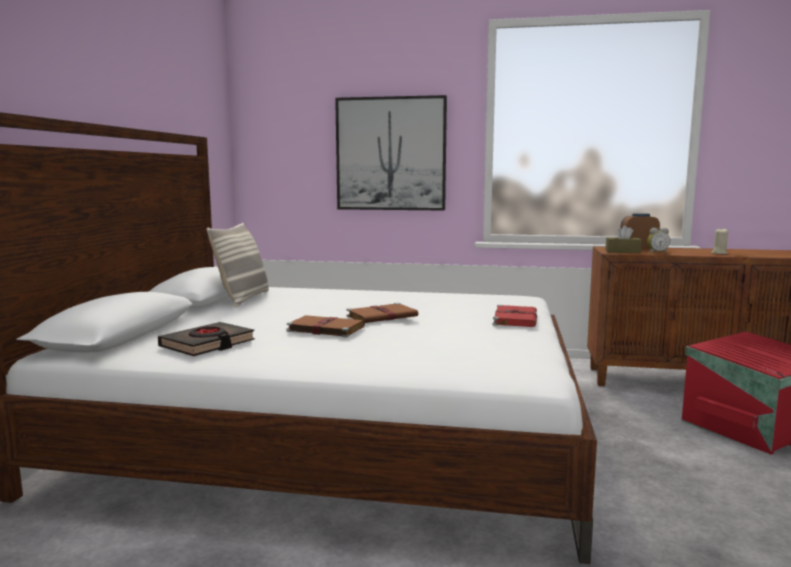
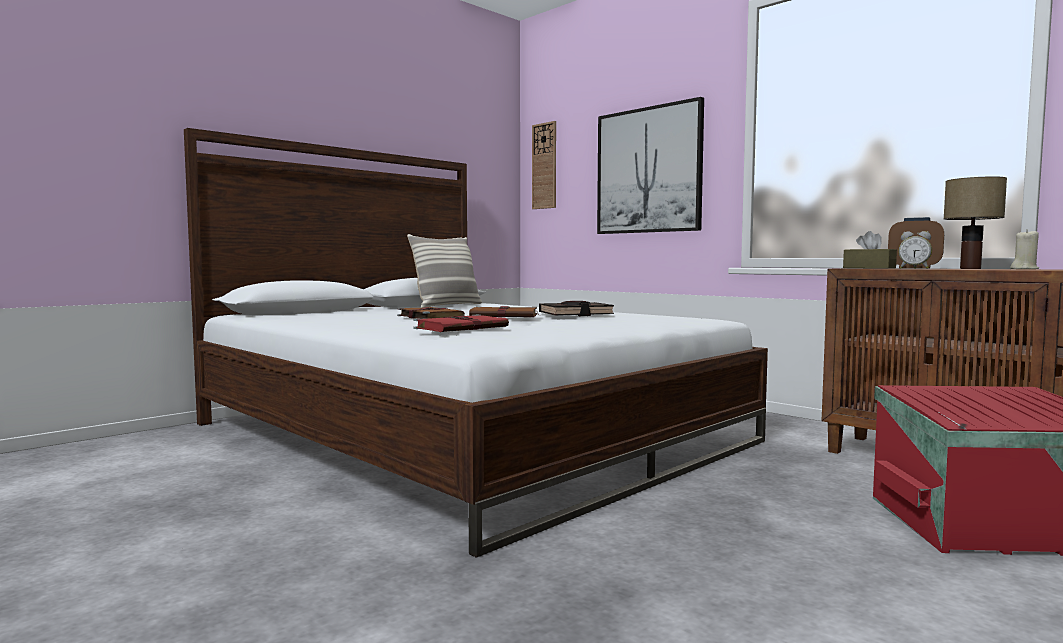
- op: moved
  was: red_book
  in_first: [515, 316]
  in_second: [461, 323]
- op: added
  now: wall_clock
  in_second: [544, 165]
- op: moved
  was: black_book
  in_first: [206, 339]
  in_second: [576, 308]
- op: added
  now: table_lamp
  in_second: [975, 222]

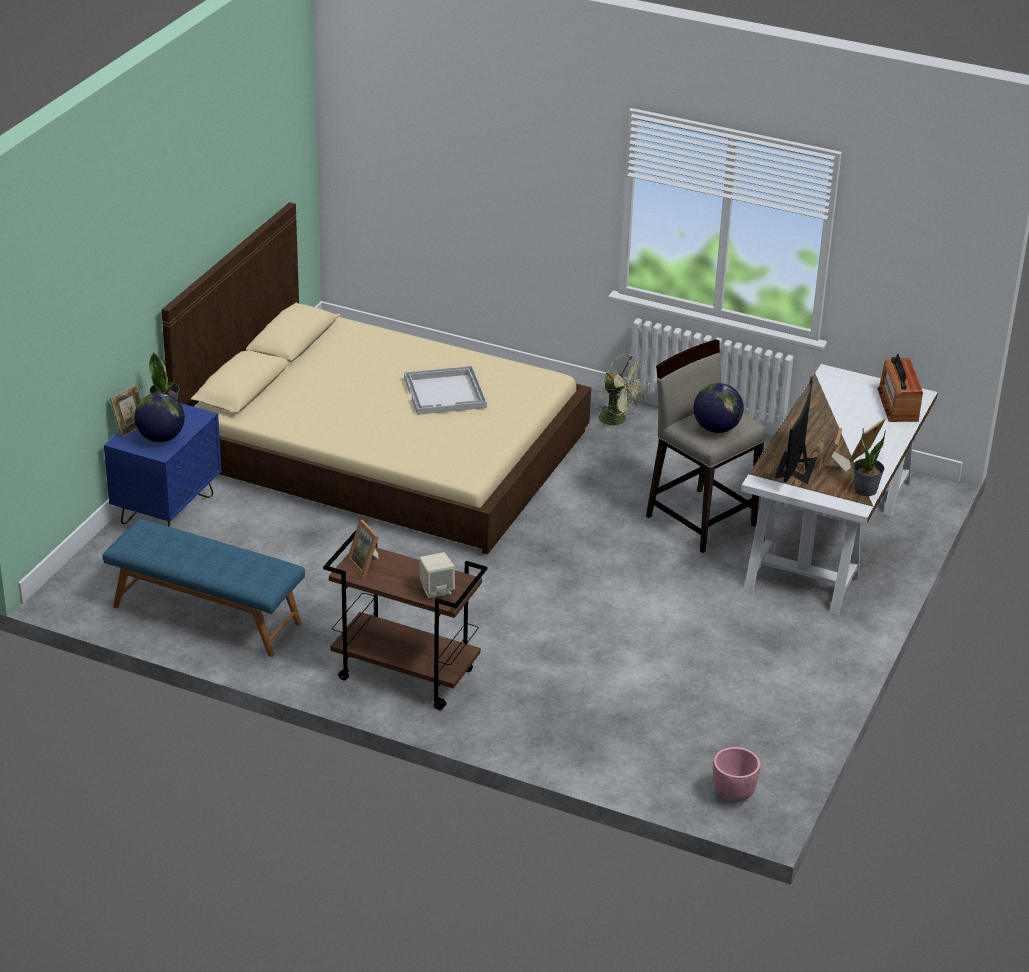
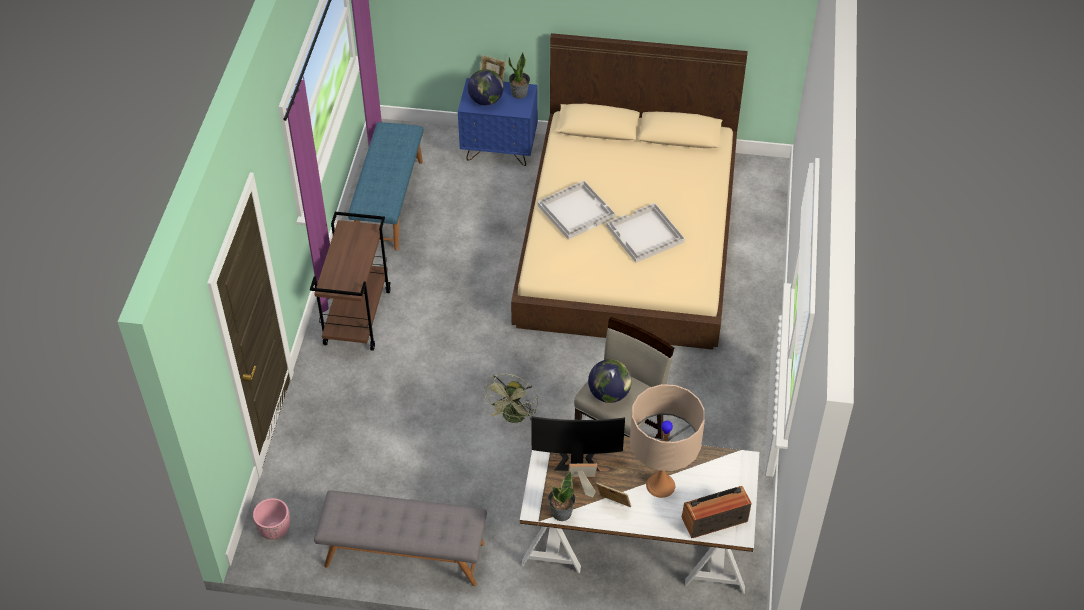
- op: added
  now: grey_bench
  in_second: [400, 538]
- op: moved
  was: green_fan
  in_first: [622, 393]
  in_second: [510, 398]
- op: added
  now: white_tray
  in_second: [576, 210]
- op: added
  now: beige_table_lamp
  in_second: [667, 441]
- op: removed
  was: picture_frame
  in_first: [363, 548]
- op: removed
  was: beige_speaker
  in_first: [437, 575]

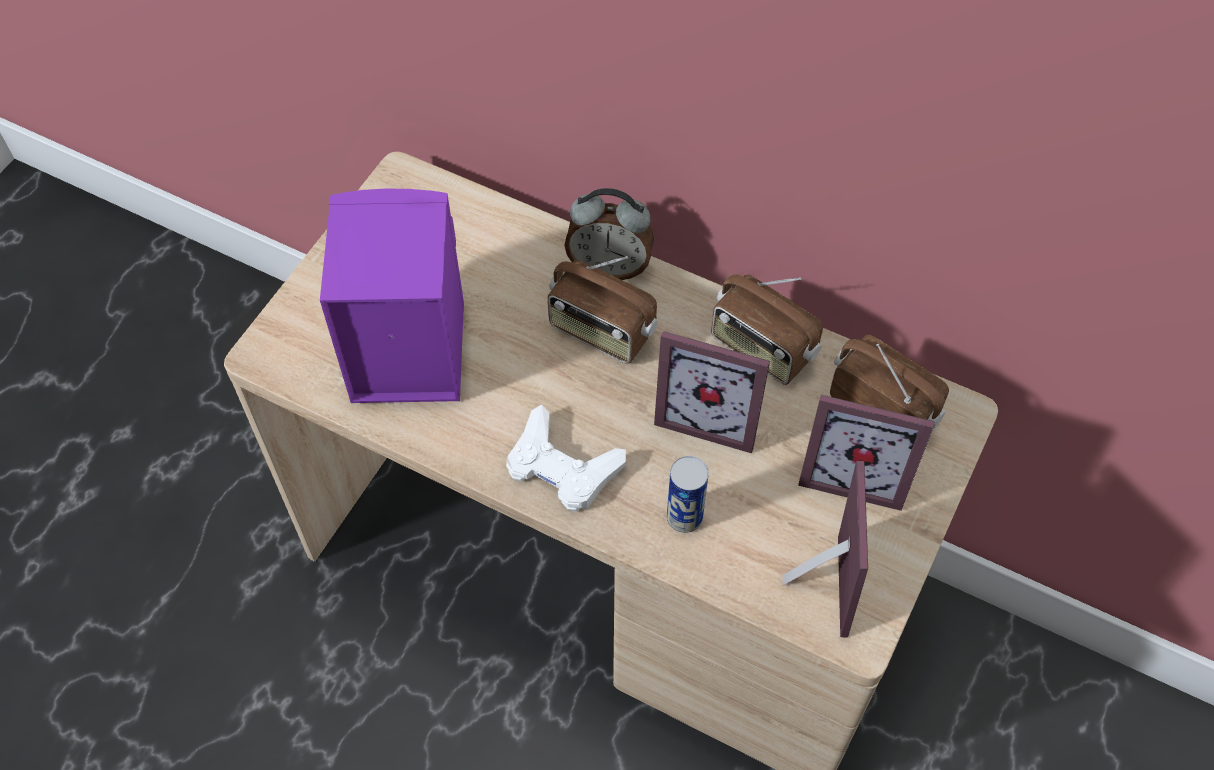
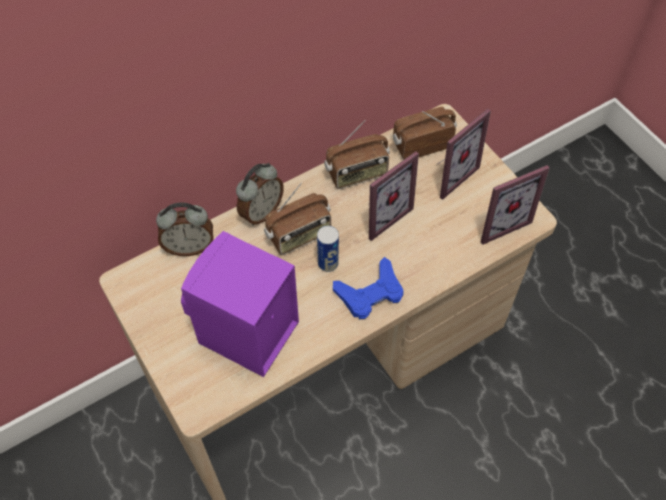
- op: added
  now: alarm_clock
  in_second: [184, 229]
- op: moved
  was: can
  in_first: [688, 494]
  in_second: [328, 249]
- op: recoloured
  was: white_game_controller
  now: blue_game_controller
  in_first: [566, 458]
  in_second: [368, 288]
- op: turned
  was: picture_frame
  in_first: [825, 549]
  in_second: [515, 205]
  clockwise: 120

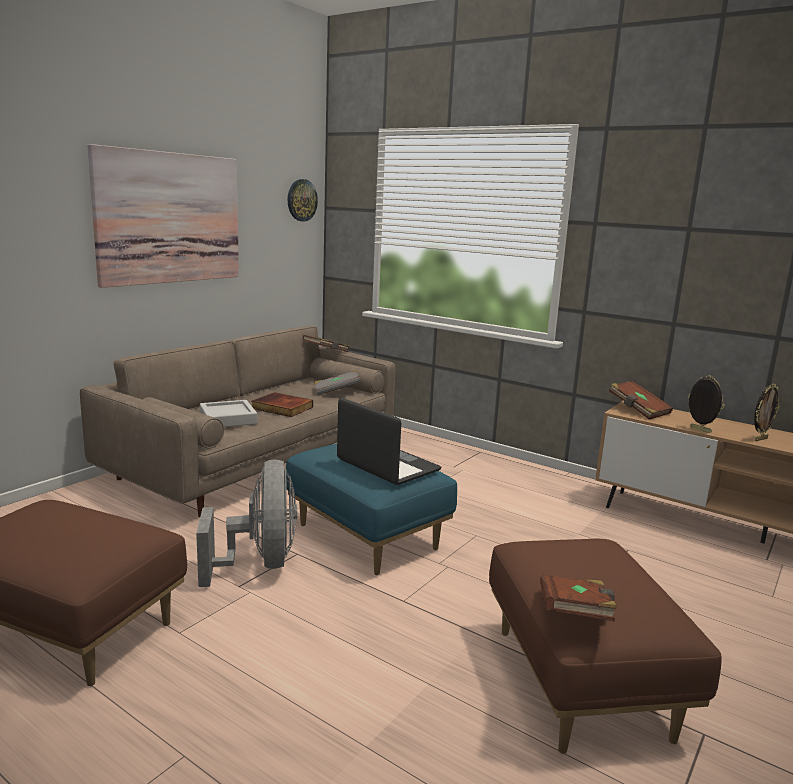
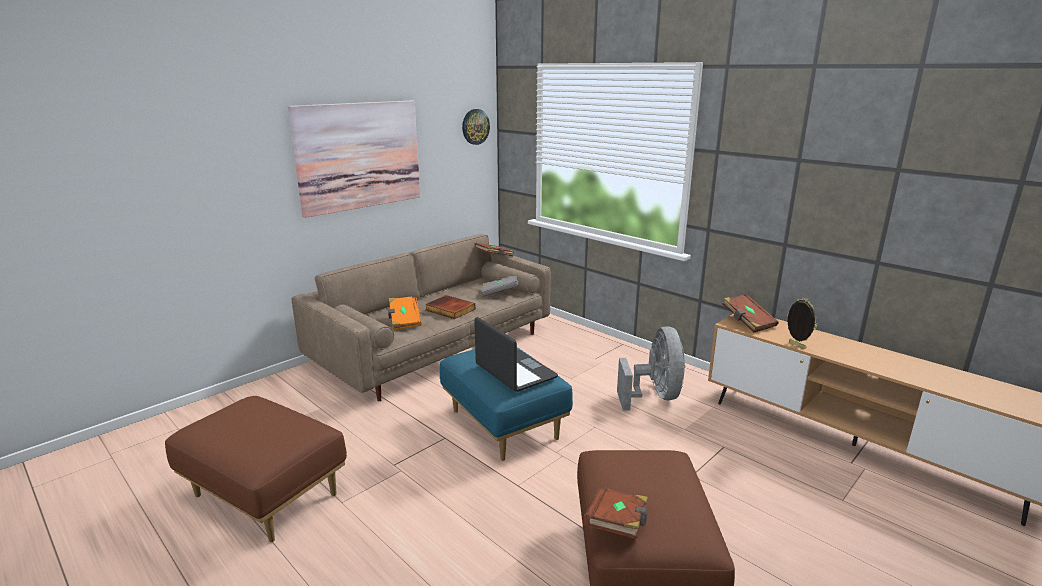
- op: replaced
  was: grey_tray
  now: orange_book
  in_first: [229, 413]
  in_second: [405, 313]
- op: moved
  was: grey_fan
  in_first: [246, 523]
  in_second: [651, 368]
- op: removed
  was: picture_frame
  in_first: [767, 412]

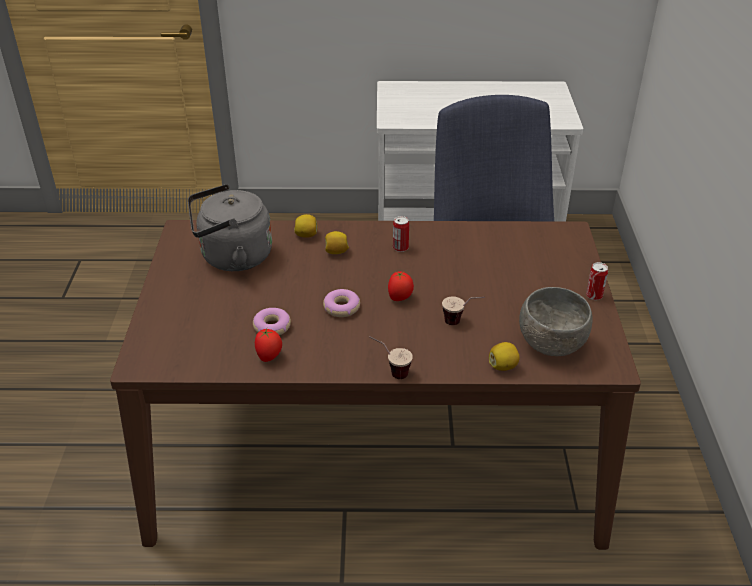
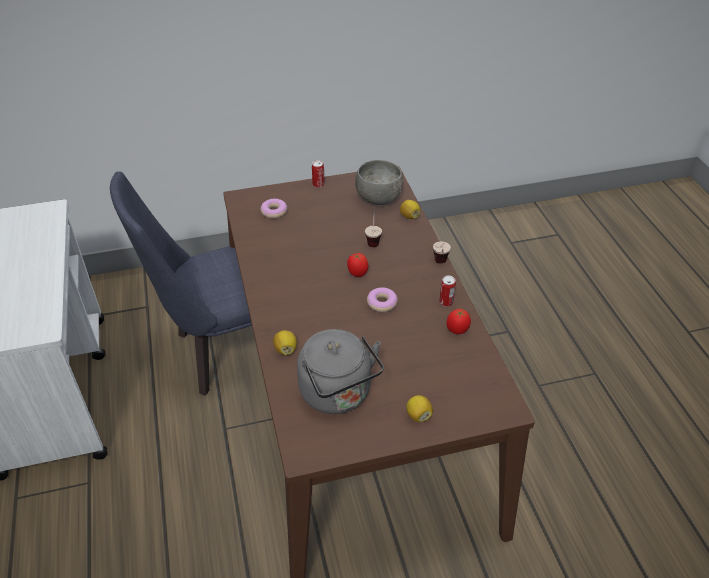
- op: moved
  was: donut
  in_first: [272, 321]
  in_second: [274, 209]
- op: moved
  was: lemon
  in_first: [337, 242]
  in_second: [419, 408]
- op: moved
  was: can
  in_first: [401, 234]
  in_second: [447, 291]

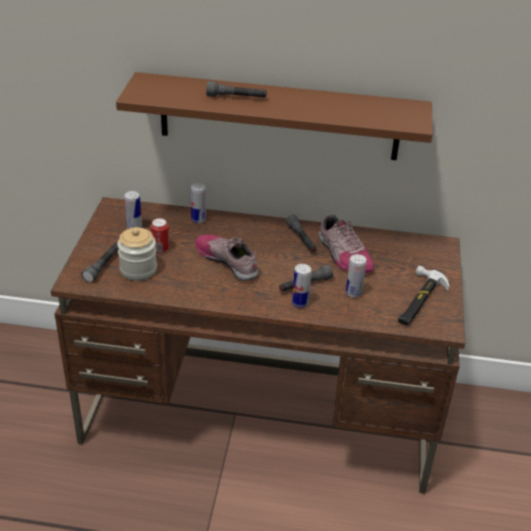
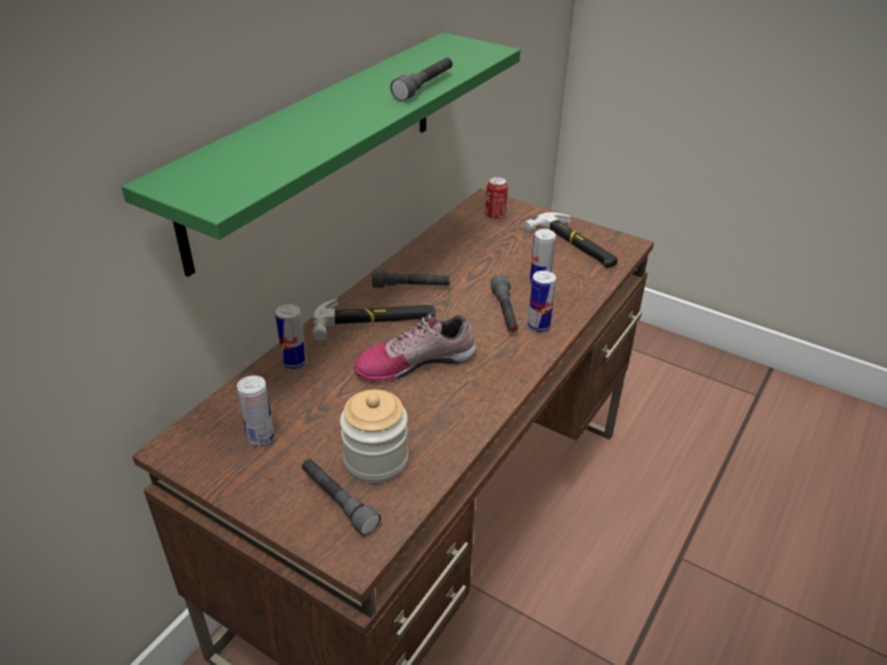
- op: recoloured
  was: brown_shelf
  now: green_shelf
  in_first: [274, 116]
  in_second: [320, 154]
- op: added
  now: hammer
  in_second: [374, 319]
- op: moved
  was: grey_flashlight
  in_first: [236, 89]
  in_second: [421, 79]
- op: moved
  was: can
  in_first: [160, 235]
  in_second: [496, 199]
- op: removed
  was: shoe
  in_first: [346, 243]

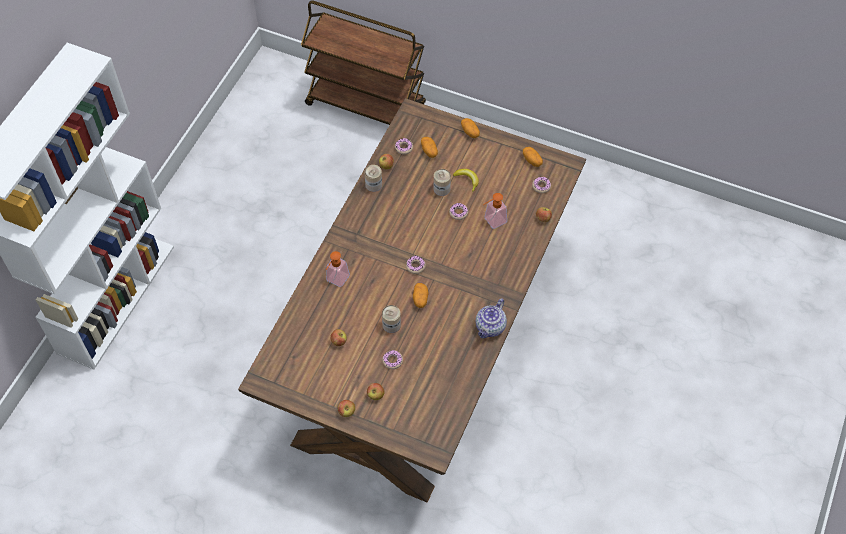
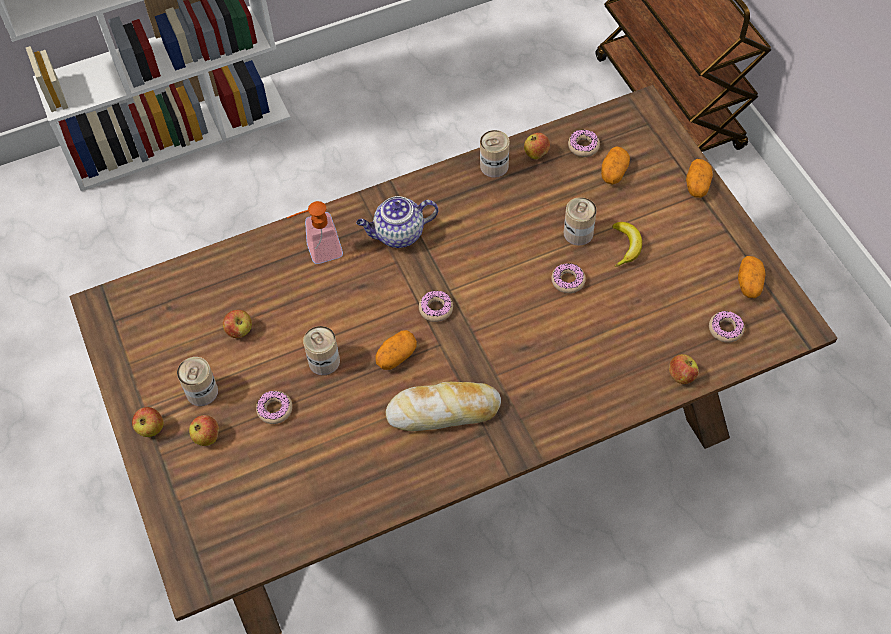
- op: added
  now: can
  in_second: [197, 381]
- op: moved
  was: teapot
  in_first: [491, 318]
  in_second: [397, 222]
- op: added
  now: bread
  in_second: [443, 406]
- op: removed
  was: soap_dispenser
  in_first: [495, 211]

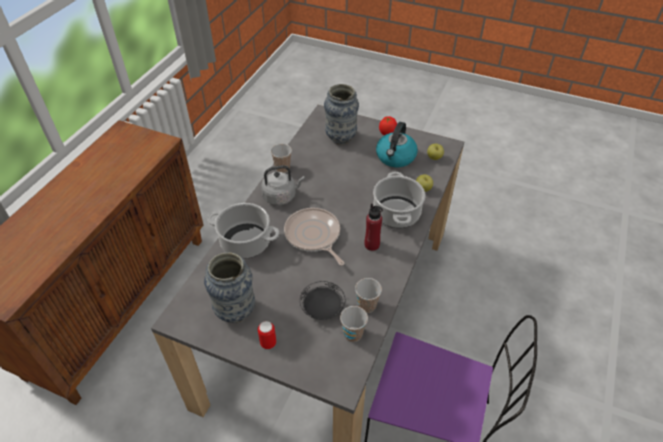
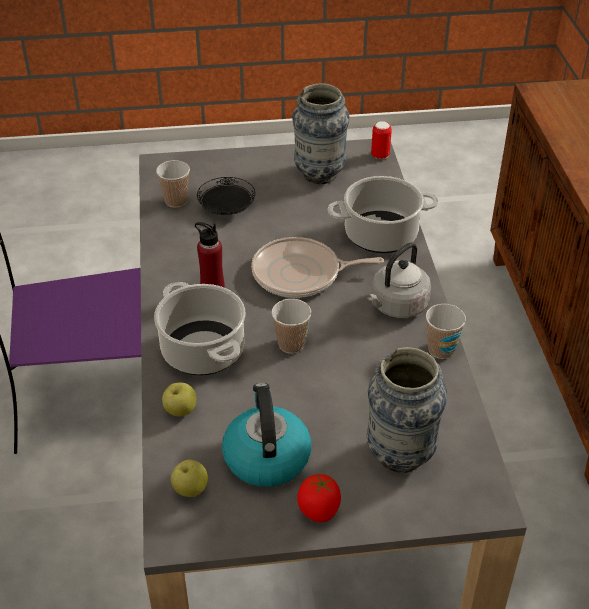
- op: turned
  was: frying_pan
  in_first: [314, 237]
  in_second: [317, 267]
  clockwise: 150
- op: moved
  was: cup
  in_first: [368, 295]
  in_second: [291, 326]
- op: moved
  was: can
  in_first: [267, 335]
  in_second: [381, 140]

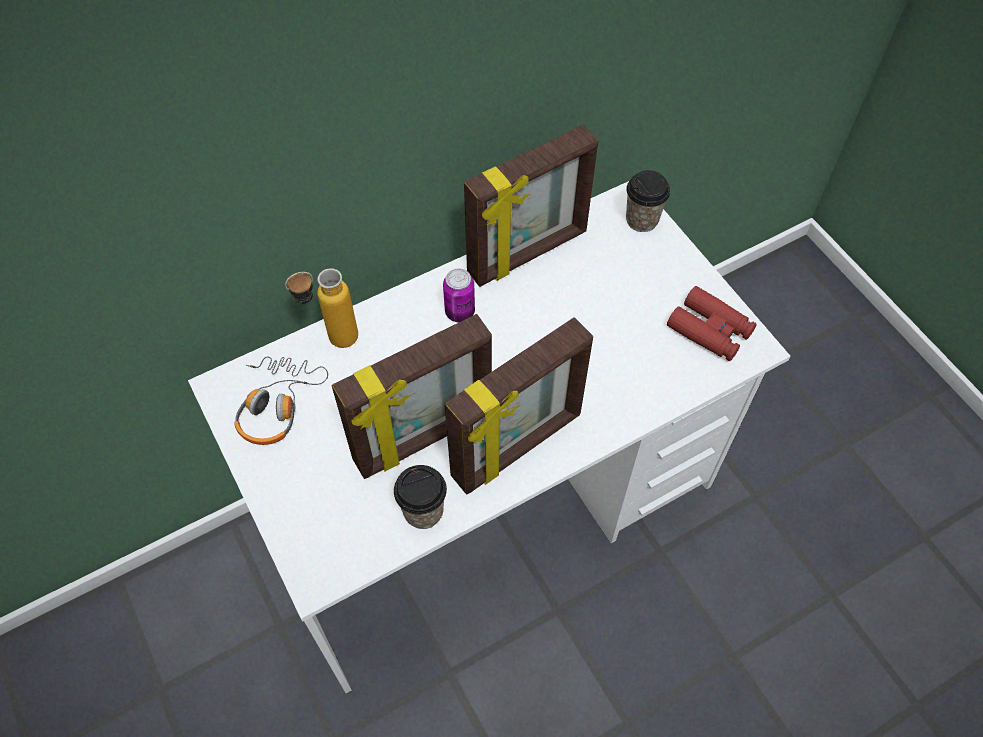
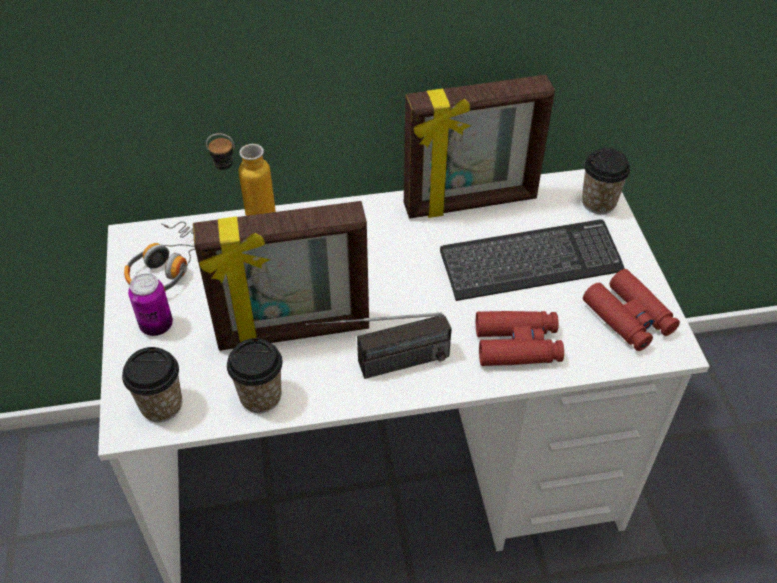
- op: added
  now: cup
  in_second: [152, 384]
- op: moved
  was: can
  in_first: [459, 295]
  in_second: [150, 304]
- op: replaced
  was: picture_frame
  now: radio
  in_first: [518, 405]
  in_second: [379, 345]
- op: added
  now: keyboard
  in_second: [532, 260]
- op: added
  now: red_binoculars
  in_second: [520, 338]

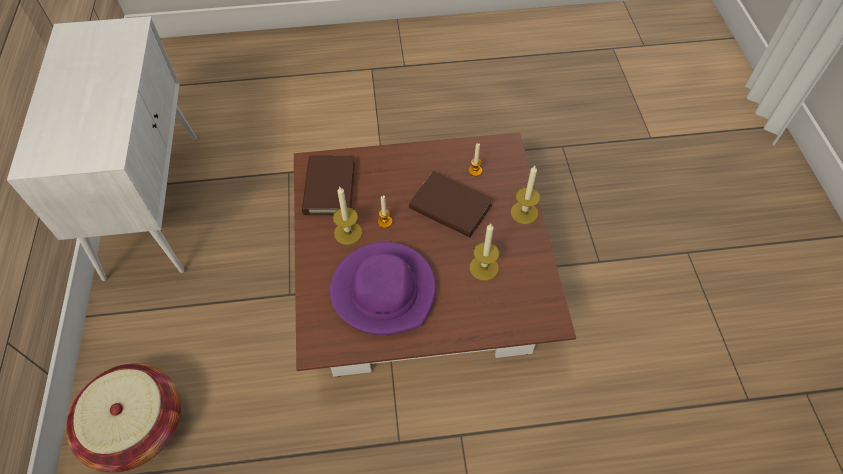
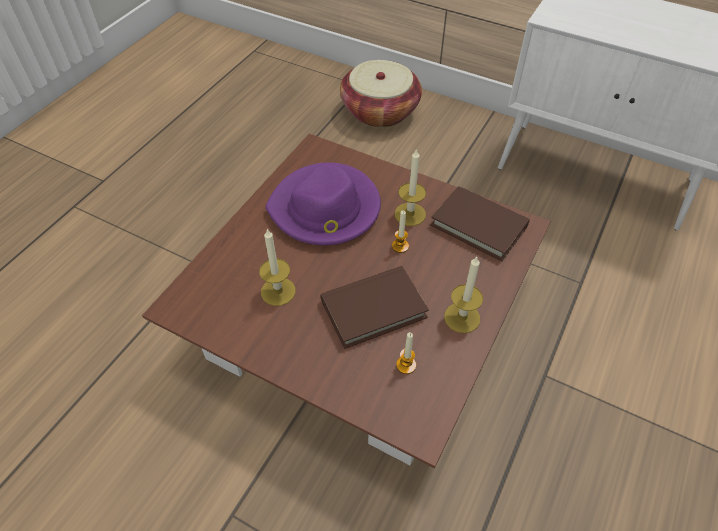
- op: moved
  was: candle
  in_first: [525, 195]
  in_second: [463, 295]

